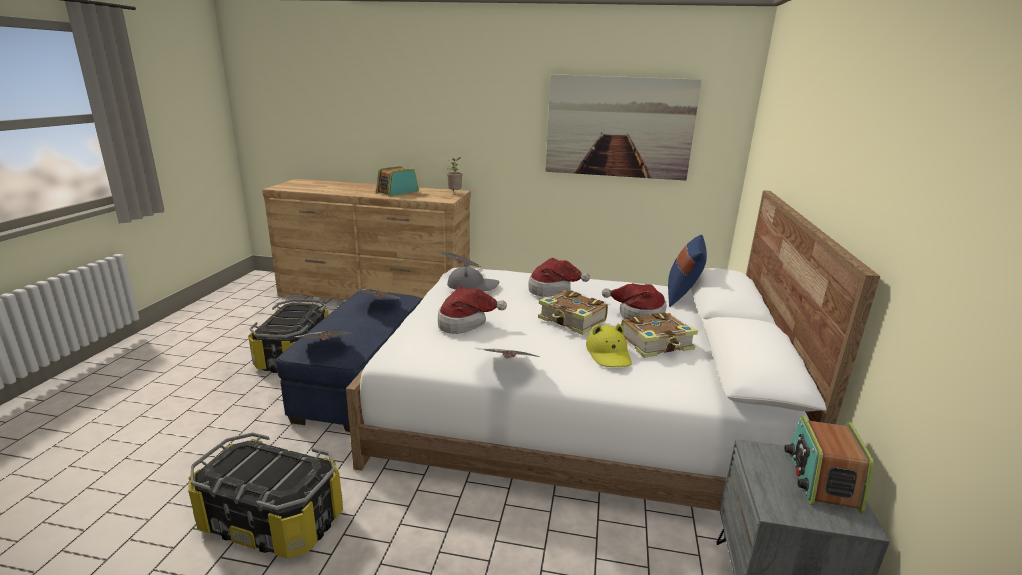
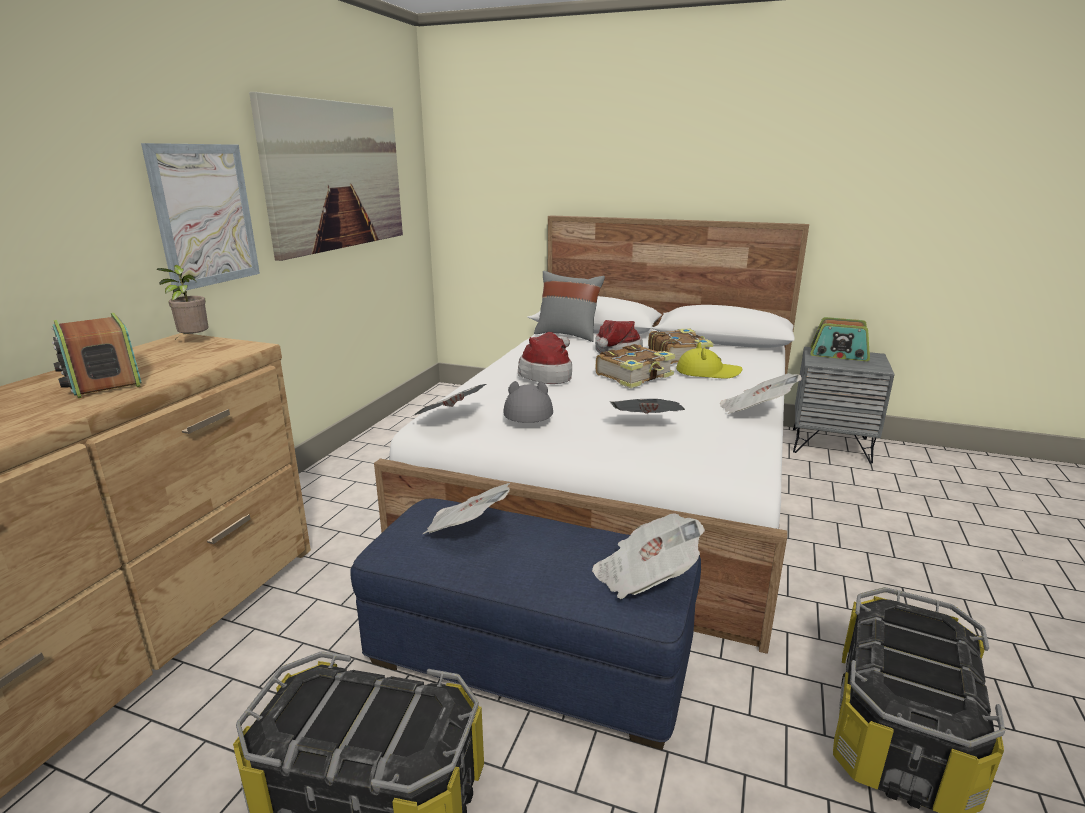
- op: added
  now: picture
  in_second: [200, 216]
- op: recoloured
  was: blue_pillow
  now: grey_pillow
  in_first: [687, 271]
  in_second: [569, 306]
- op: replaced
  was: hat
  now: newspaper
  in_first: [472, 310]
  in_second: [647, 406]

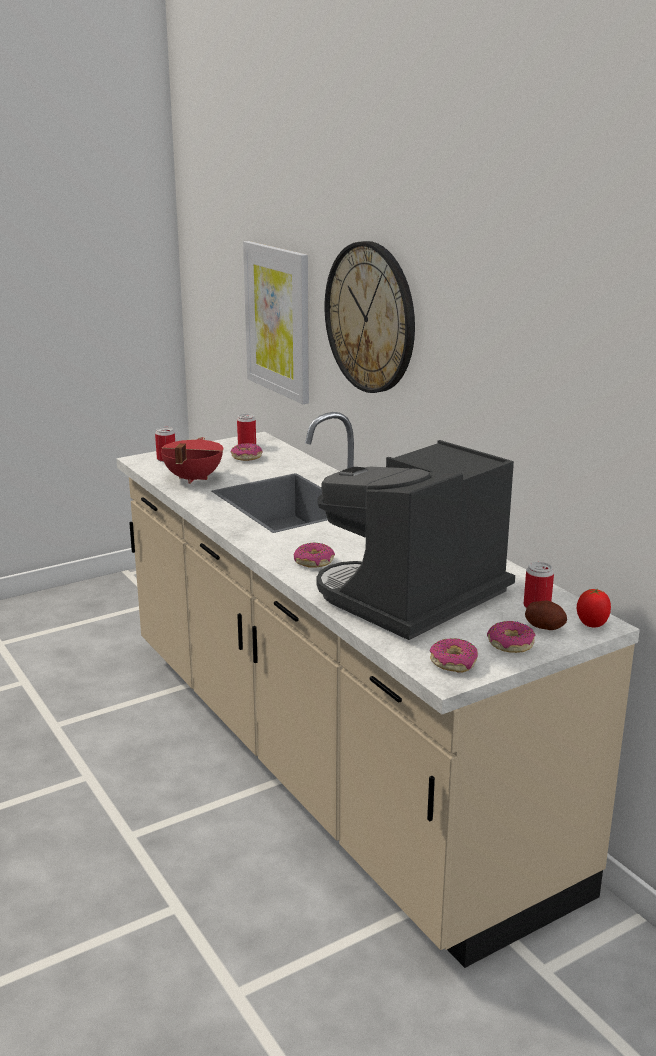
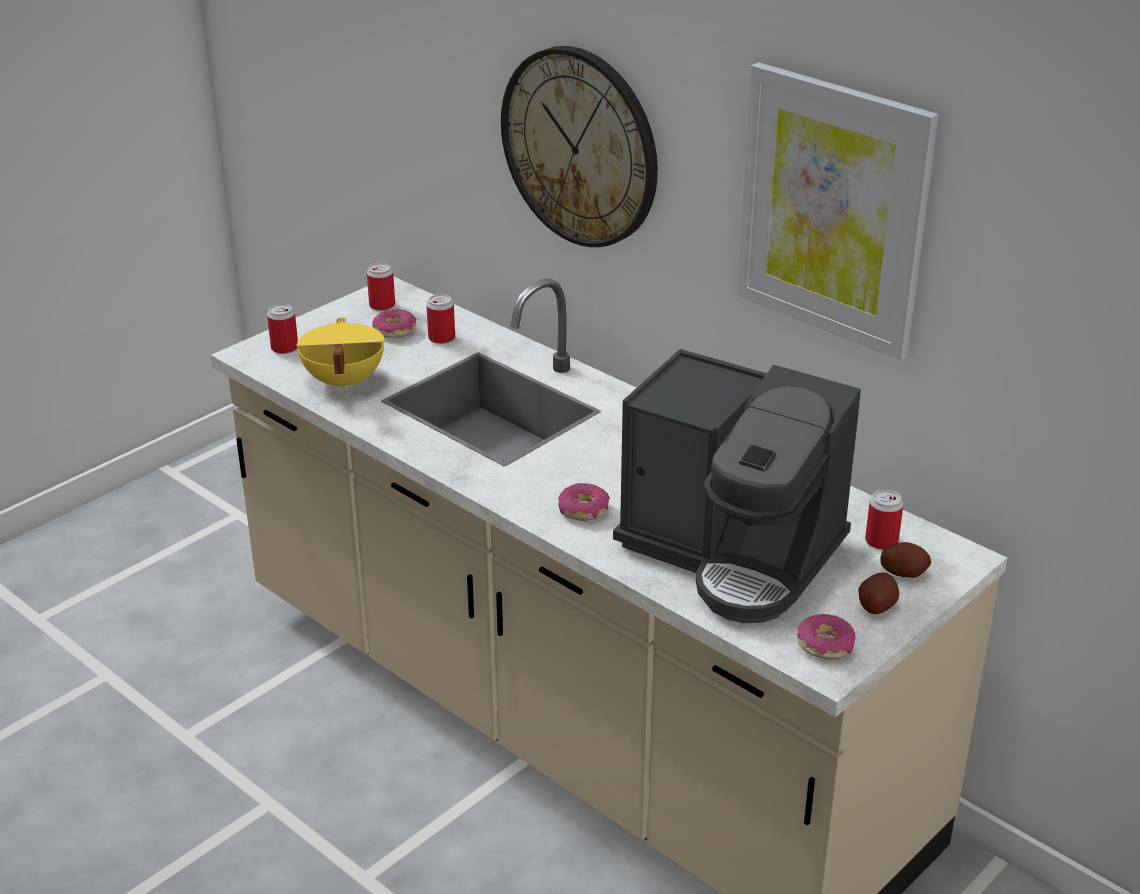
- op: recoloured
  was: red_cooking_pot
  now: yellow_cooking_pot
  in_first: [192, 460]
  in_second: [341, 354]
- op: added
  now: can
  in_second: [440, 319]
- op: turned
  was: coffee_machine
  in_first: [415, 540]
  in_second: [737, 486]
  clockwise: -90
- op: moved
  was: picture
  in_first: [276, 322]
  in_second: [838, 211]
- op: replaced
  was: donut
  now: potato
  in_first: [511, 637]
  in_second: [878, 593]
- op: removed
  was: tomato
  in_first: [594, 608]

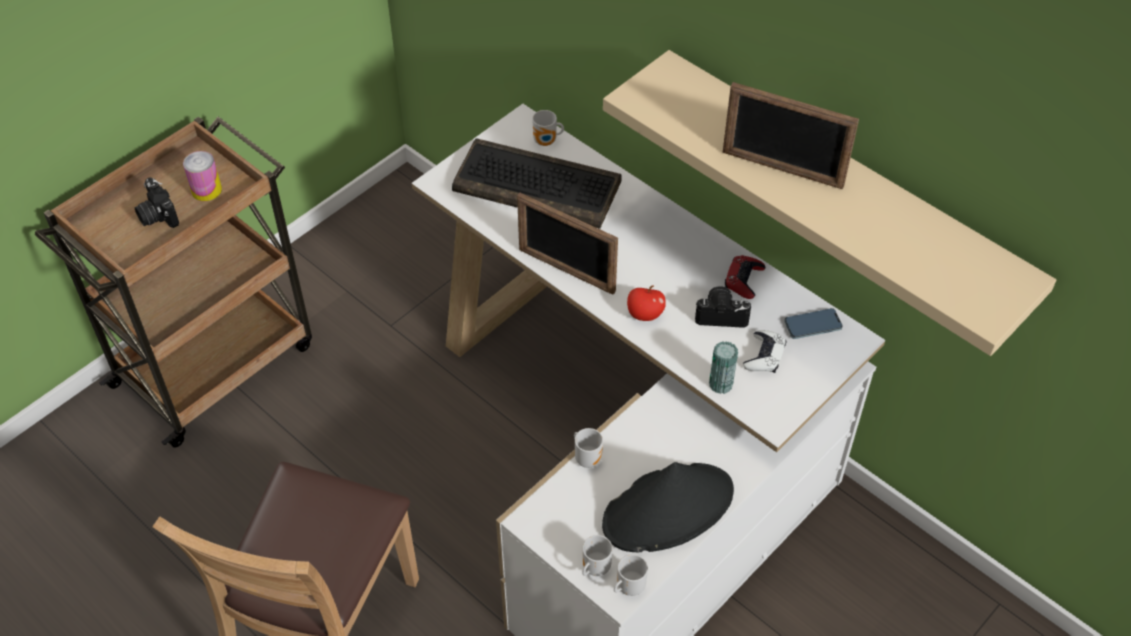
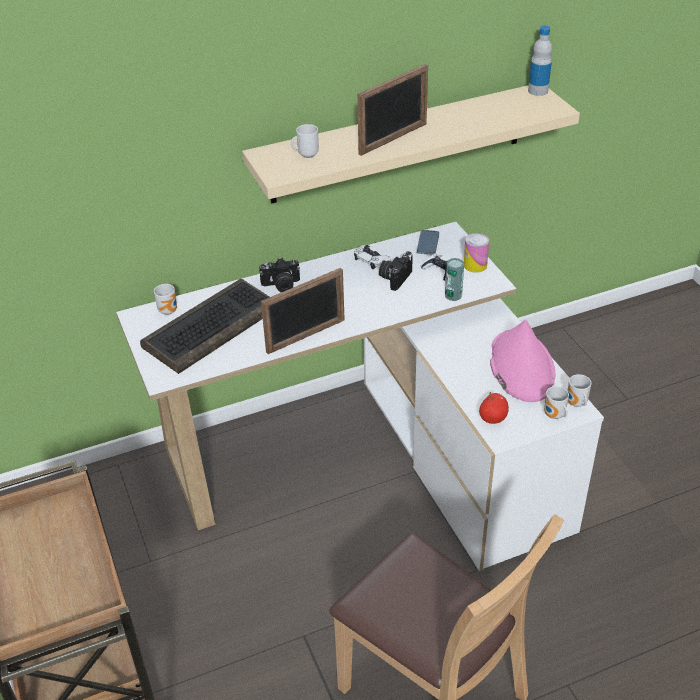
- op: moved
  was: photo_camera
  in_first: [157, 202]
  in_second: [279, 275]
- op: moved
  was: mug
  in_first: [588, 448]
  in_second: [305, 141]
- op: recoloured
  was: red_game_controller
  now: white_game_controller
  in_first: [745, 277]
  in_second: [372, 257]
- op: moved
  was: can
  in_first: [202, 176]
  in_second: [476, 253]
- op: moved
  was: apple
  in_first: [646, 303]
  in_second: [494, 408]
- op: recoloured
  was: black_hat
  now: pink_hat
  in_first: [668, 507]
  in_second: [522, 361]
- op: added
  now: bottle
  in_second: [540, 61]

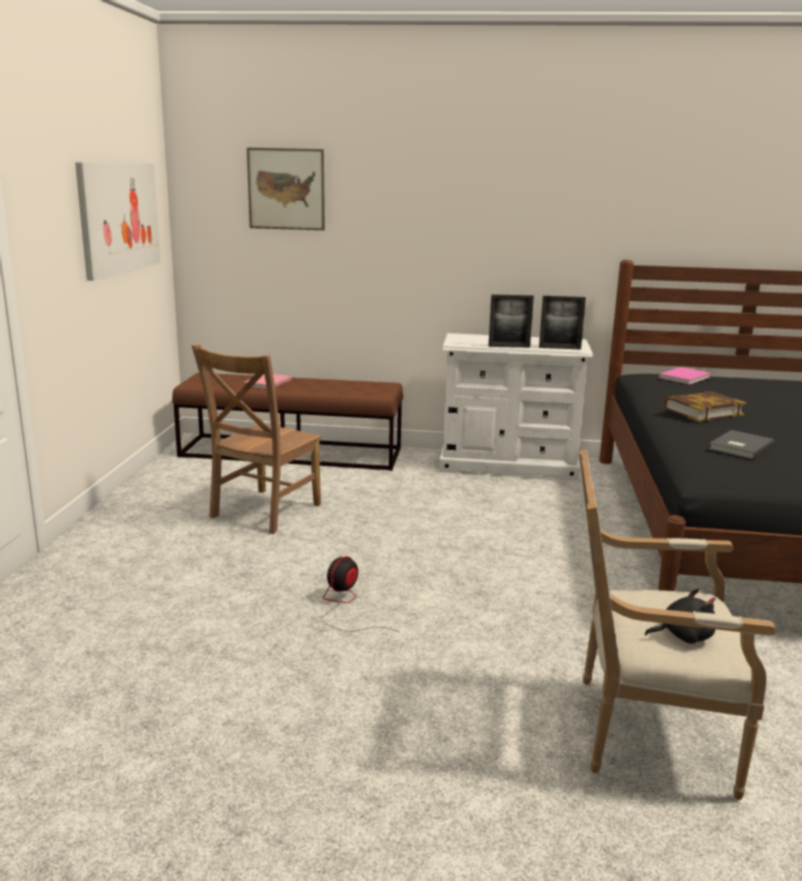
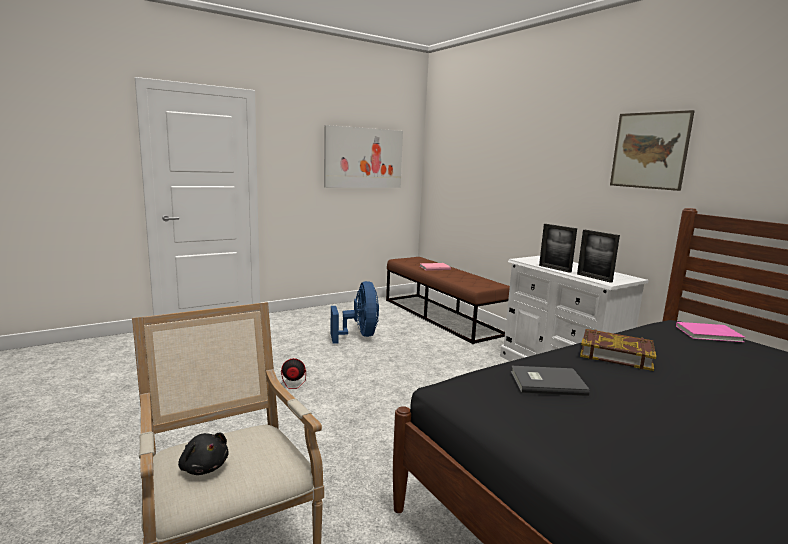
- op: replaced
  was: brown_chair
  now: blue_fan
  in_first: [256, 439]
  in_second: [354, 312]
- op: moved
  was: picture
  in_first: [286, 189]
  in_second: [652, 150]

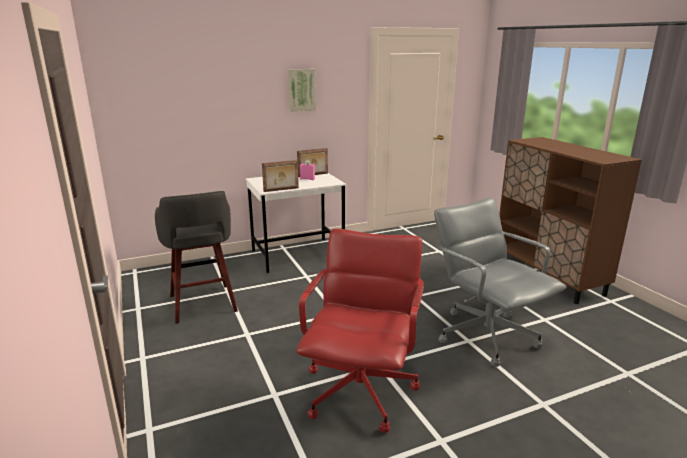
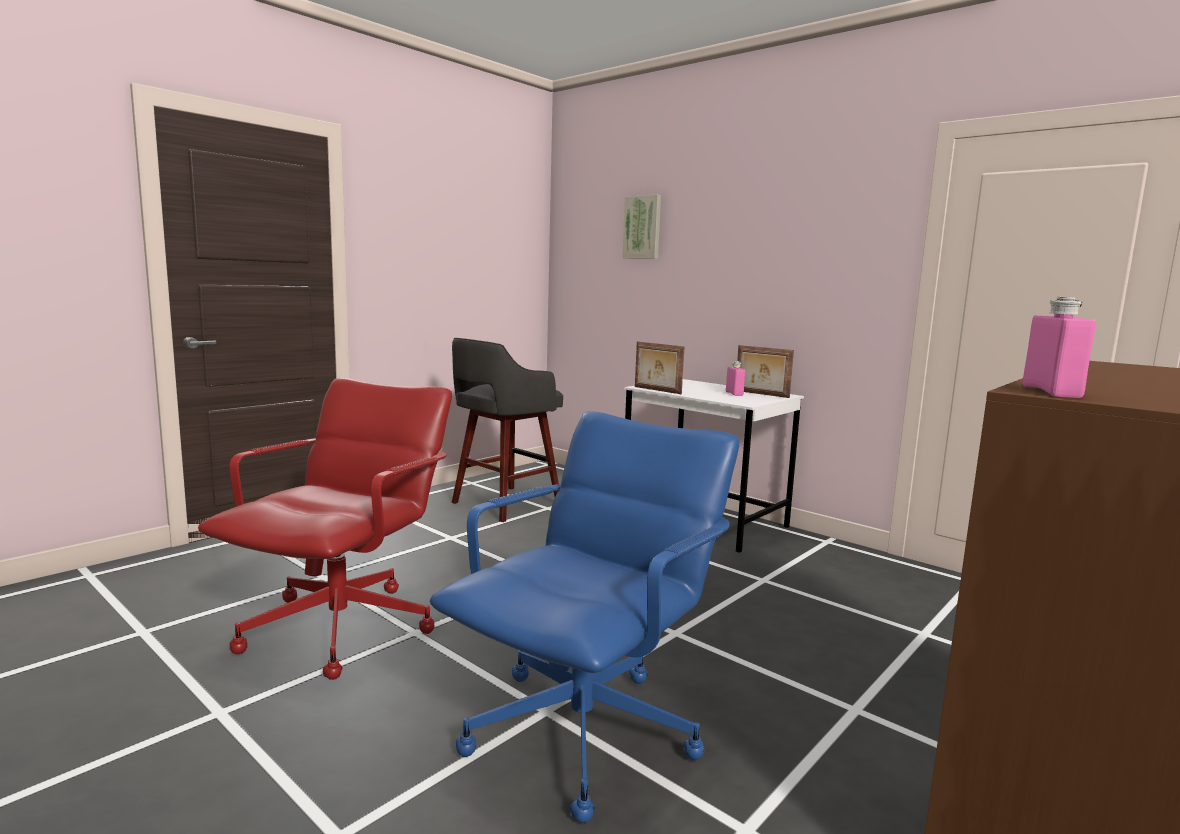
- op: turned
  was: red_office_chair
  in_first: [360, 331]
  in_second: [325, 529]
  clockwise: -60
- op: recoloured
  was: grey_office_chair
  now: blue_office_chair
  in_first: [500, 282]
  in_second: [585, 617]
- op: moved
  was: picture
  in_first: [302, 90]
  in_second: [641, 227]
- op: added
  now: pink_bottle
  in_second: [1059, 347]

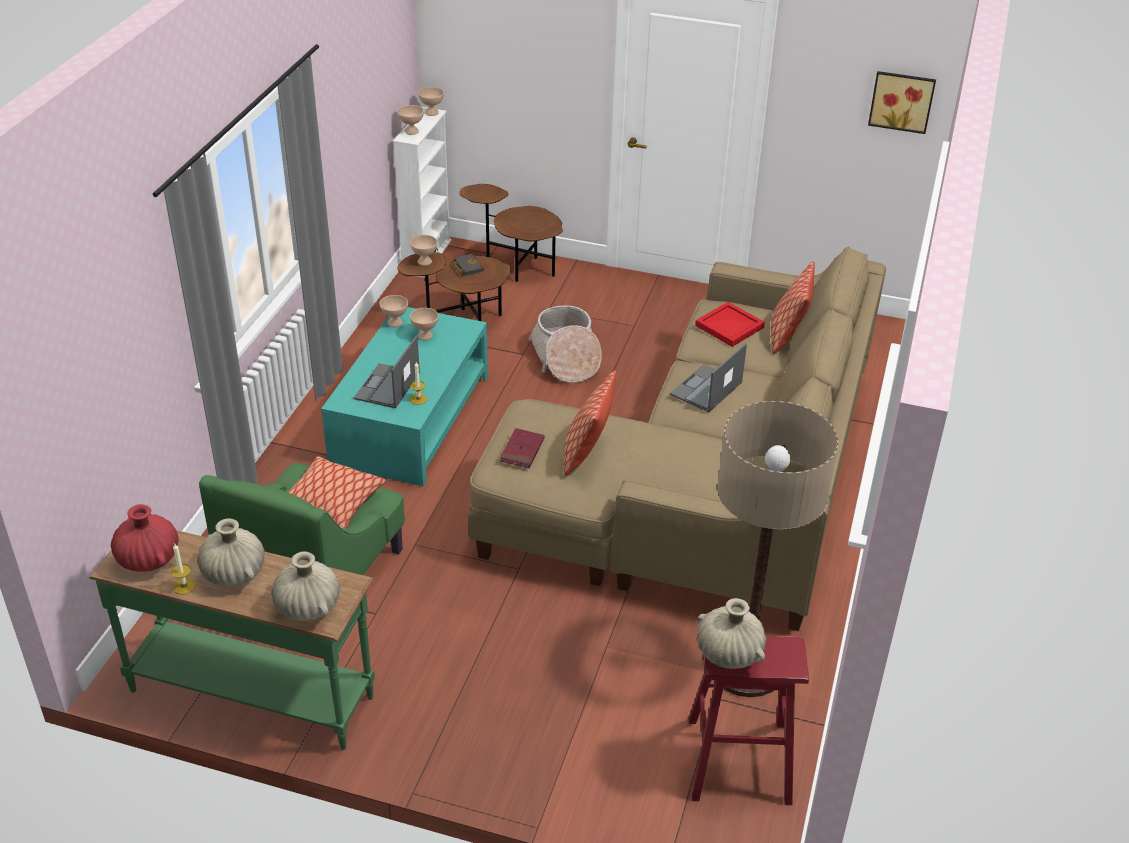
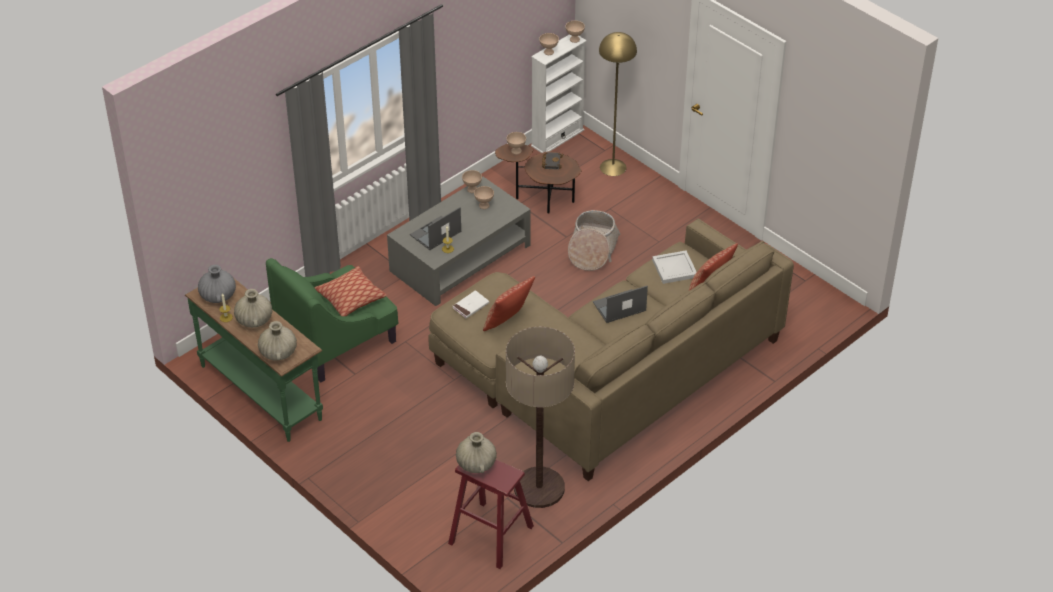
- op: recoloured
  was: red_vase
  now: grey_vase
  in_first: [145, 537]
  in_second: [217, 284]
- op: recoloured
  was: turquoise_coffee_table
  now: grey_coffee_table
  in_first: [404, 396]
  in_second: [458, 241]
- op: recoloured
  was: red_book
  now: white_book
  in_first: [522, 448]
  in_second: [471, 304]
- op: replaced
  was: brown_side_table
  now: yellow_floor_lamp
  in_first: [511, 233]
  in_second: [618, 104]
- op: recoloured
  was: red_tray
  now: white_tray
  in_first: [730, 324]
  in_second: [674, 267]
- op: removed
  was: picture
  in_first: [902, 102]

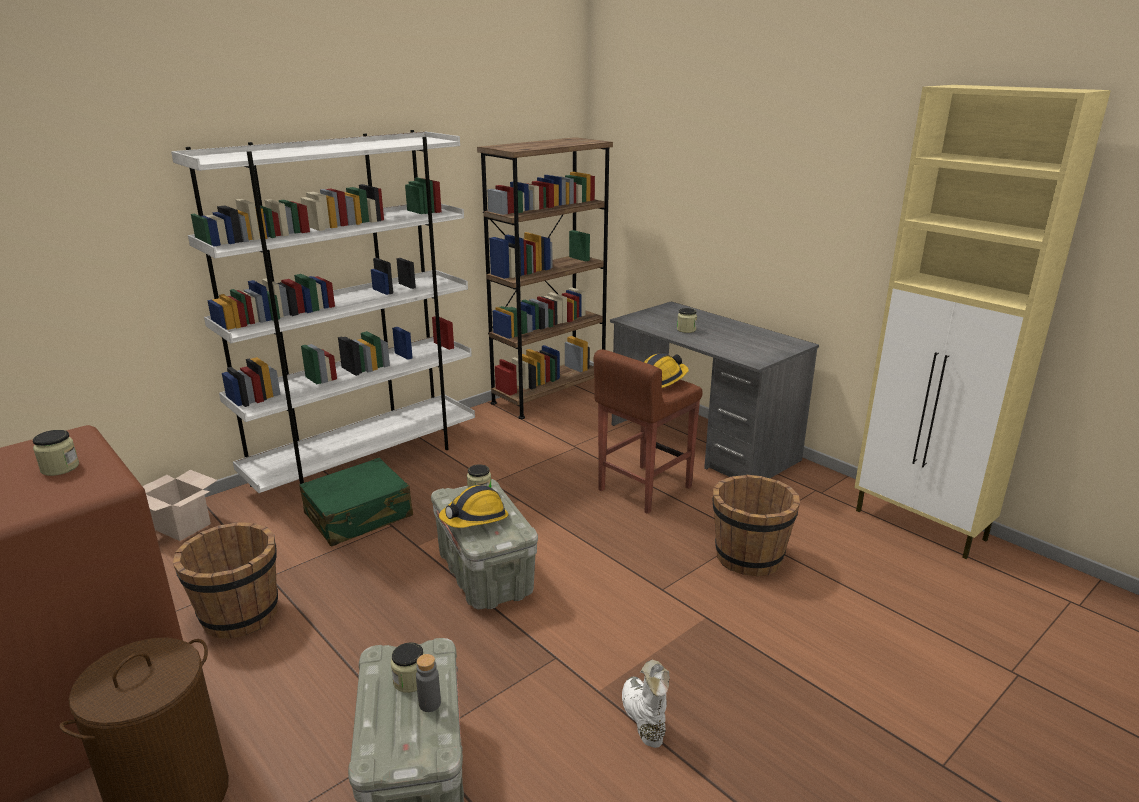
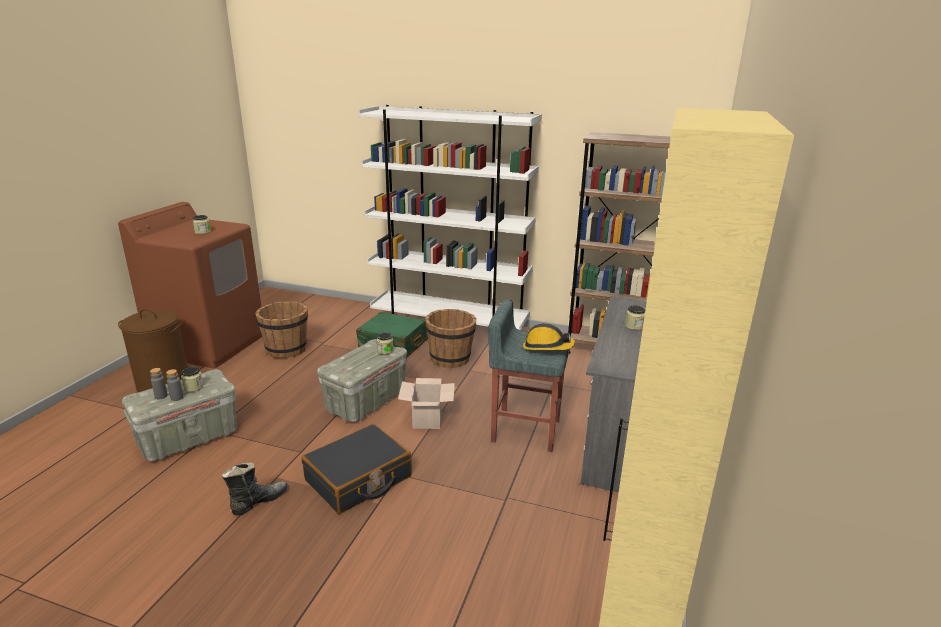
- op: added
  now: grey_bottle
  in_second: [159, 383]
- op: recoloured
  was: white_boot
  now: black_boot
  in_first: [646, 704]
  in_second: [255, 489]
- op: added
  now: black_suitcase
  in_second: [357, 469]
- op: moved
  was: cardboard_box
  in_first: [179, 505]
  in_second: [426, 403]
- op: moved
  was: brown_bucket
  in_first: [756, 525]
  in_second: [451, 338]
- op: recoloured
  was: brown_stool
  now: grey_stool
  in_first: [648, 431]
  in_second: [529, 376]
- op: removed
  was: hard_hat
  in_first: [473, 506]

